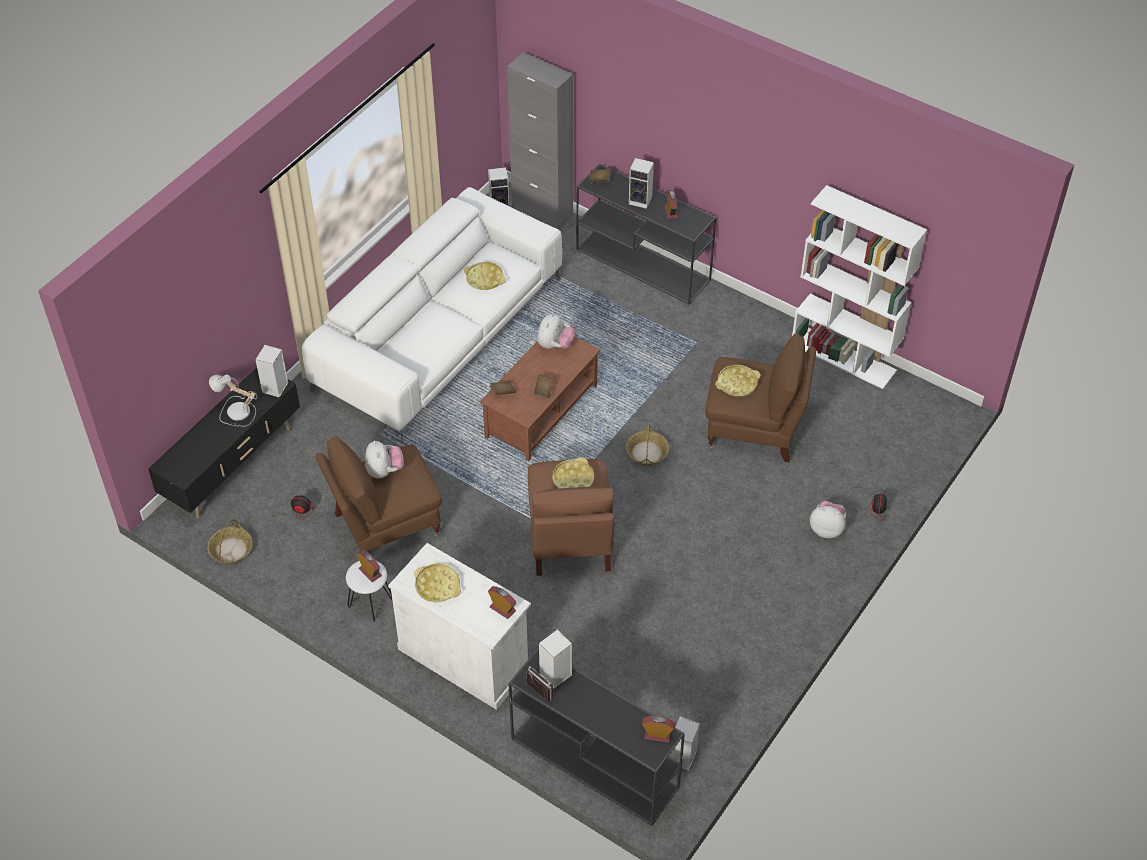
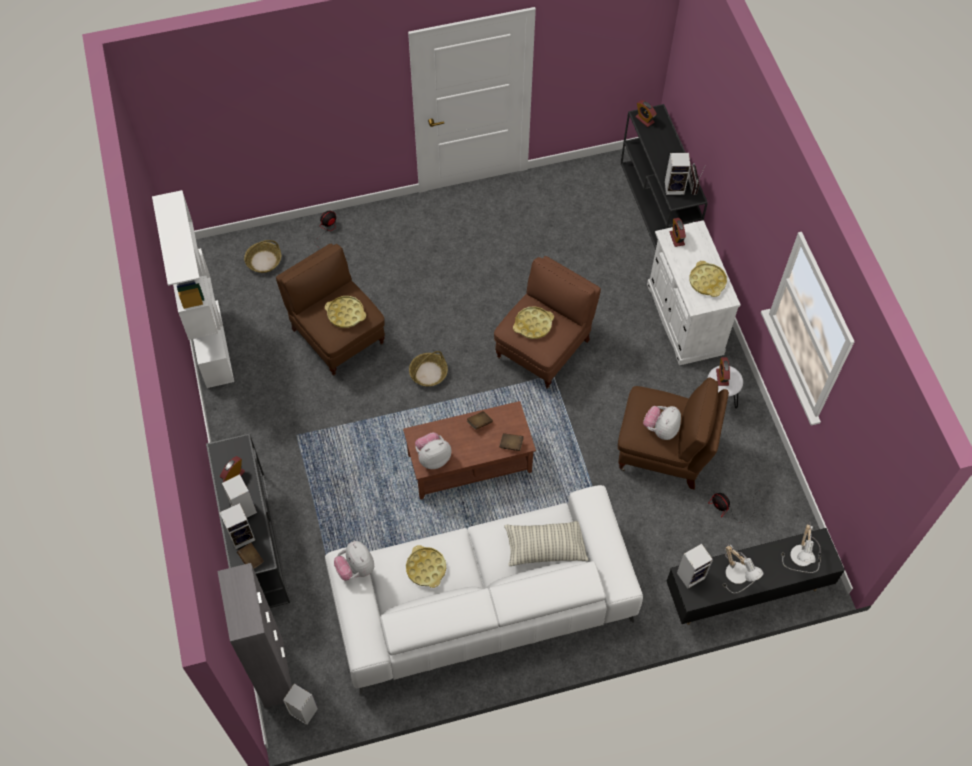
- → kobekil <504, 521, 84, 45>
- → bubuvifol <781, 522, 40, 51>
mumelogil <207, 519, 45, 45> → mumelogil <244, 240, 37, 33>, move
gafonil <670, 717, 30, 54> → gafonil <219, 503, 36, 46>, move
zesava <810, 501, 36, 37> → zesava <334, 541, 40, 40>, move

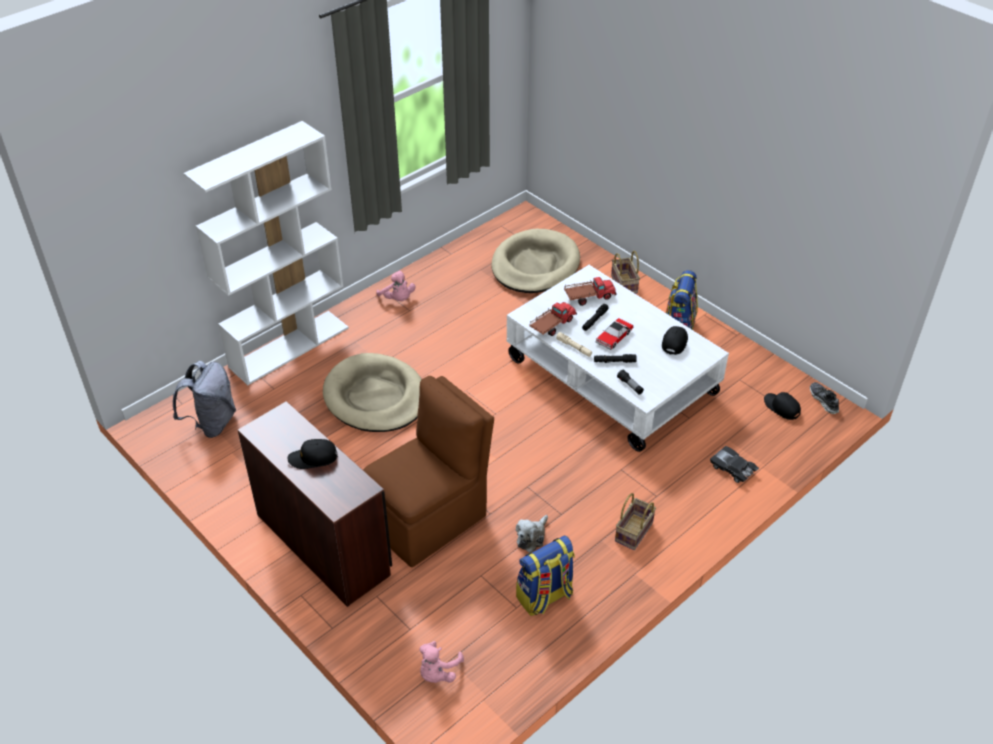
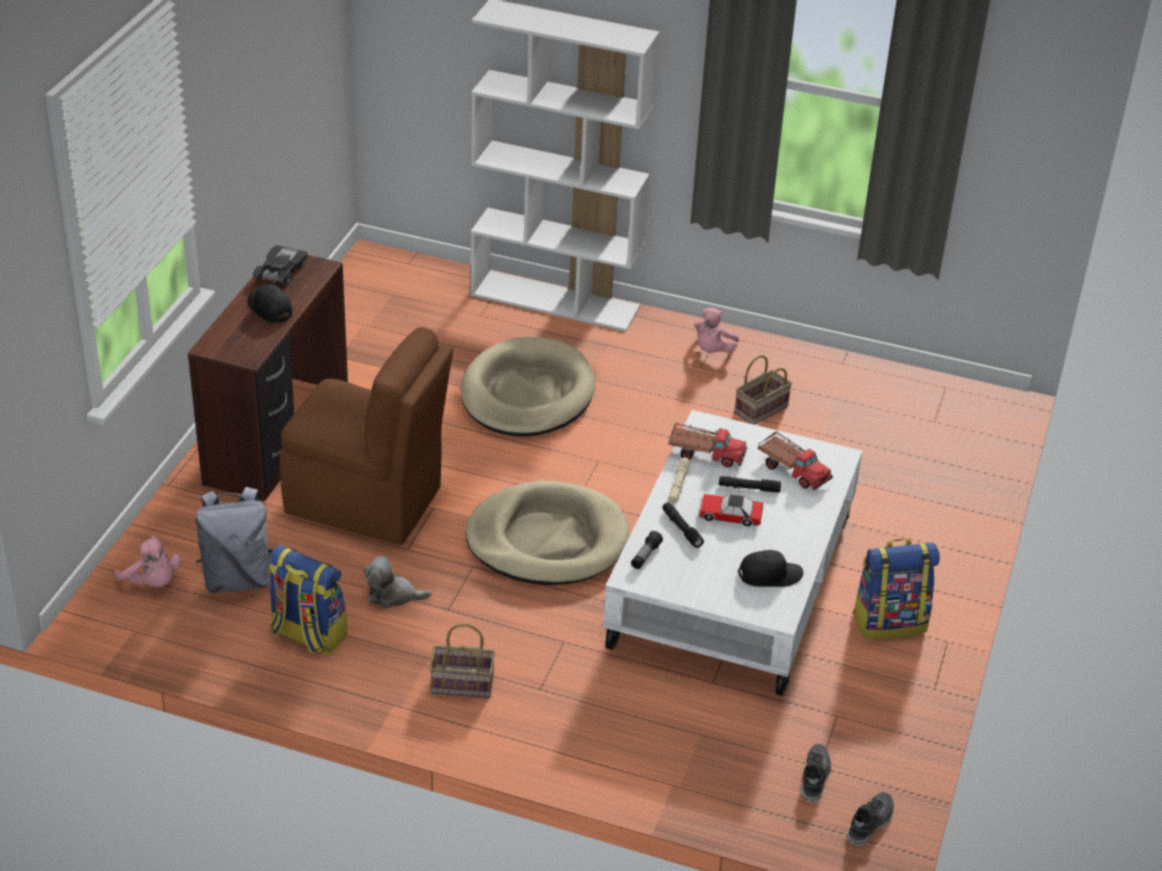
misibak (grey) <173, 361, 63, 77> → misibak (grey) <196, 487, 77, 106>, move
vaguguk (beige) <492, 229, 88, 64> → vaguguk (beige) <466, 481, 163, 104>, move
mumelogil <611, 251, 29, 43> → mumelogil <734, 355, 58, 70>, move
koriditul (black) <710, 446, 49, 37> → koriditul (black) <252, 245, 56, 41>, move
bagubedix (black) <764, 392, 37, 28> → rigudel <801, 744, 30, 59>
zesava (pink) <419, 641, 45, 42> → zesava (pink) <115, 536, 67, 51>, 135 degrees counterclockwise

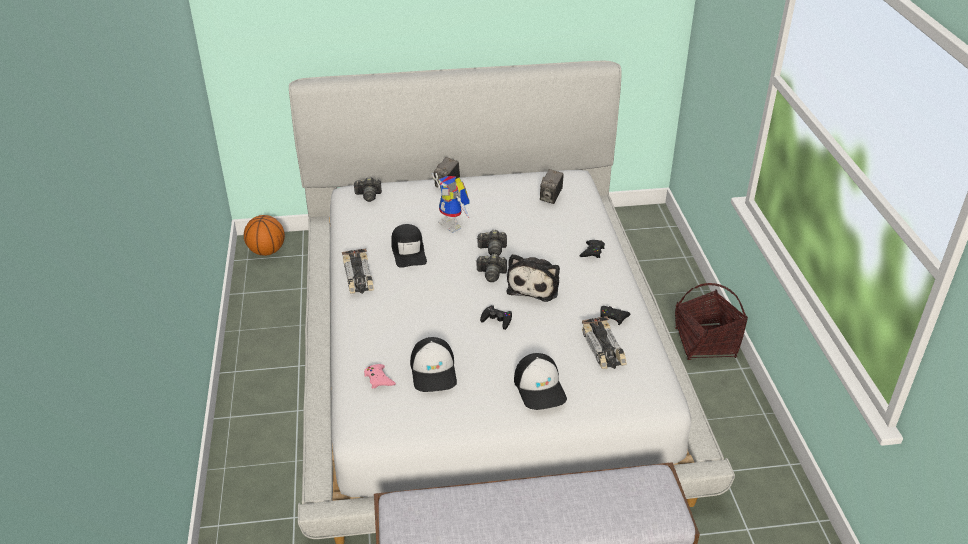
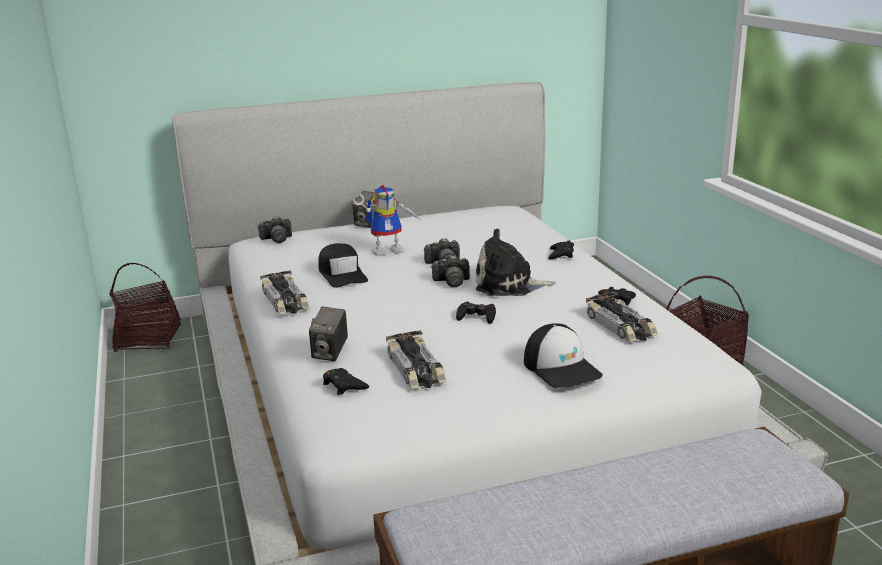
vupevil <540, 169, 24, 35> → vupevil <309, 306, 39, 55>, move
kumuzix <244, 215, 41, 41> → mumelogil <109, 263, 72, 89>
bagubedix <410, 337, 47, 55> → koriditul <386, 330, 61, 58>
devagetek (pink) <364, 364, 32, 25> → devagetek (black) <323, 368, 46, 27>
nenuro <432, 173, 38, 60> → nenuro <353, 185, 69, 71>, 60 degrees counterclockwise
zesava <507, 254, 53, 48> → zesava <476, 228, 80, 68>, 90 degrees clockwise

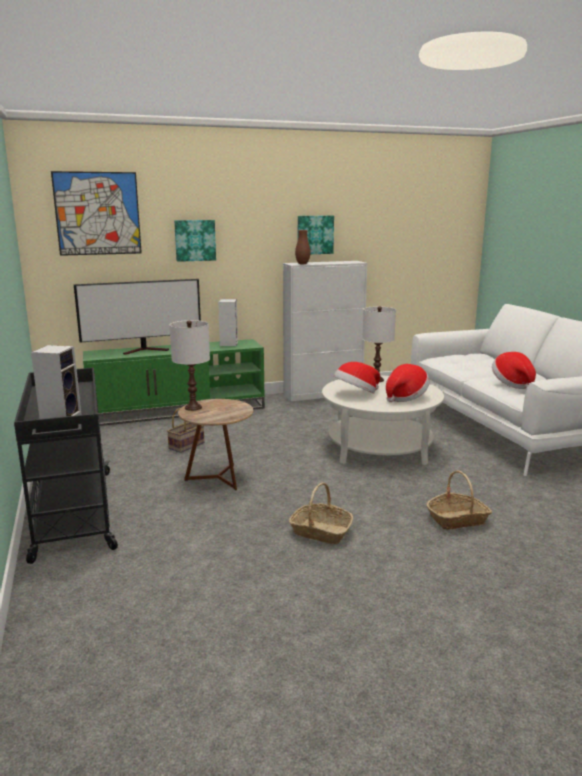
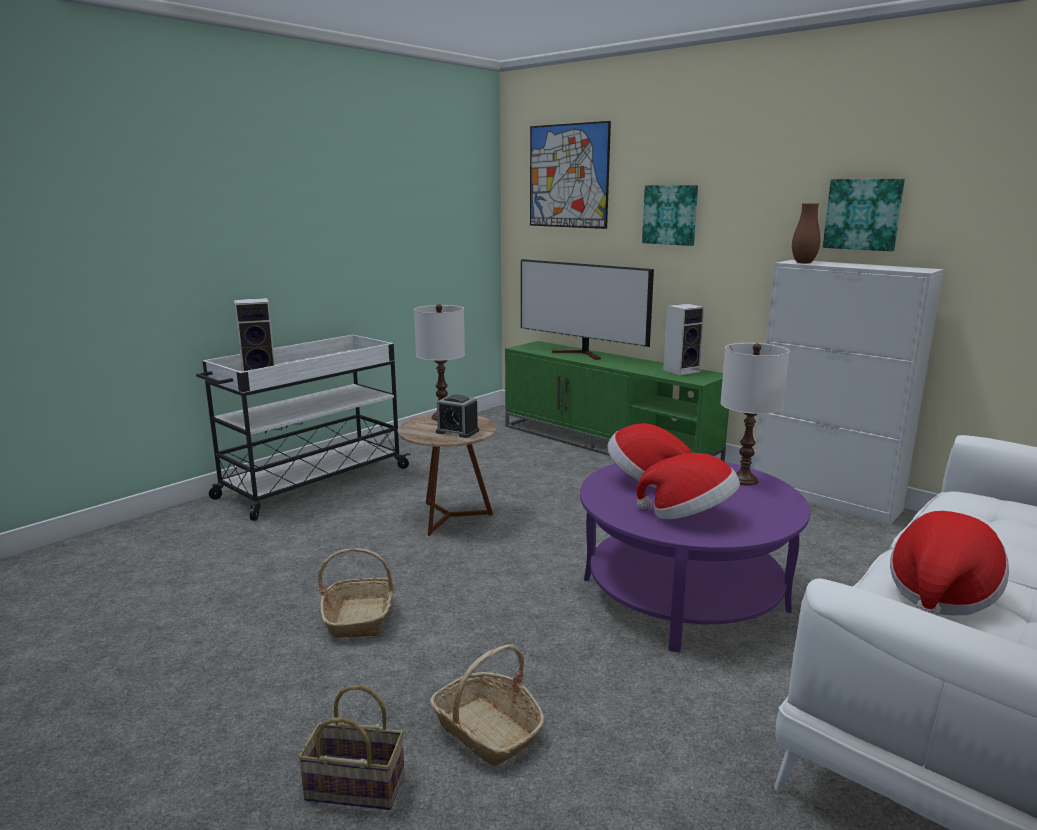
- → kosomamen <436, 394, 43, 44>
mumelogil <167, 408, 37, 45> → mumelogil <298, 685, 107, 125>, move
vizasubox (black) <14, 368, 104, 196> → vizasubox (white) <196, 335, 215, 186>
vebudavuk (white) <322, 375, 122, 90> → vebudavuk (purple) <580, 462, 230, 191>

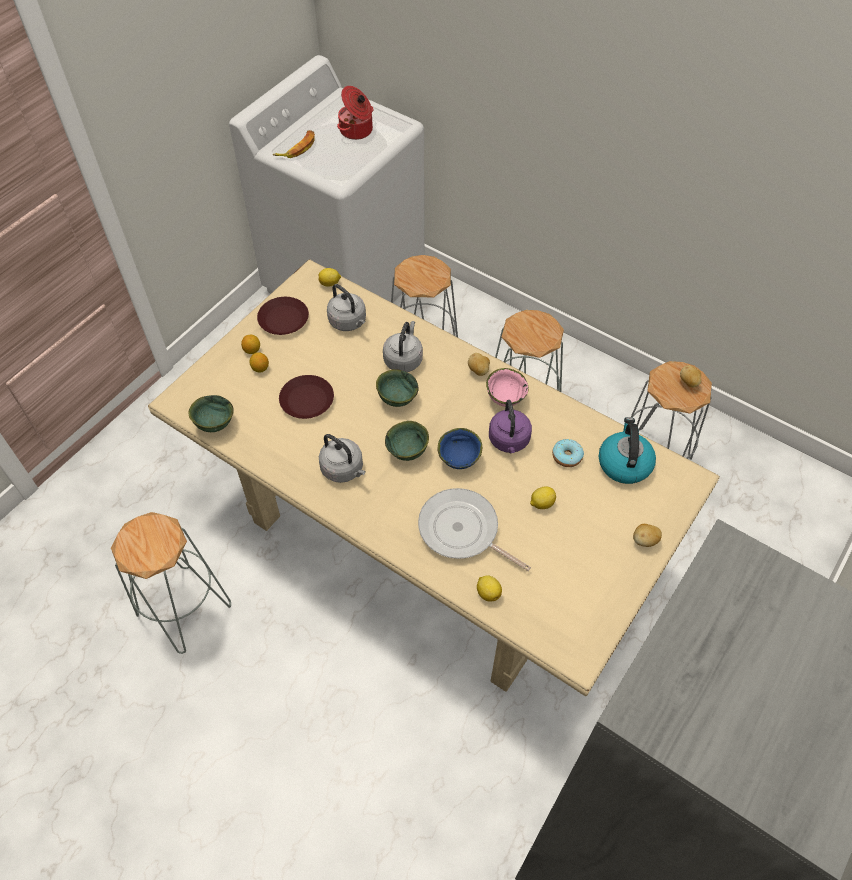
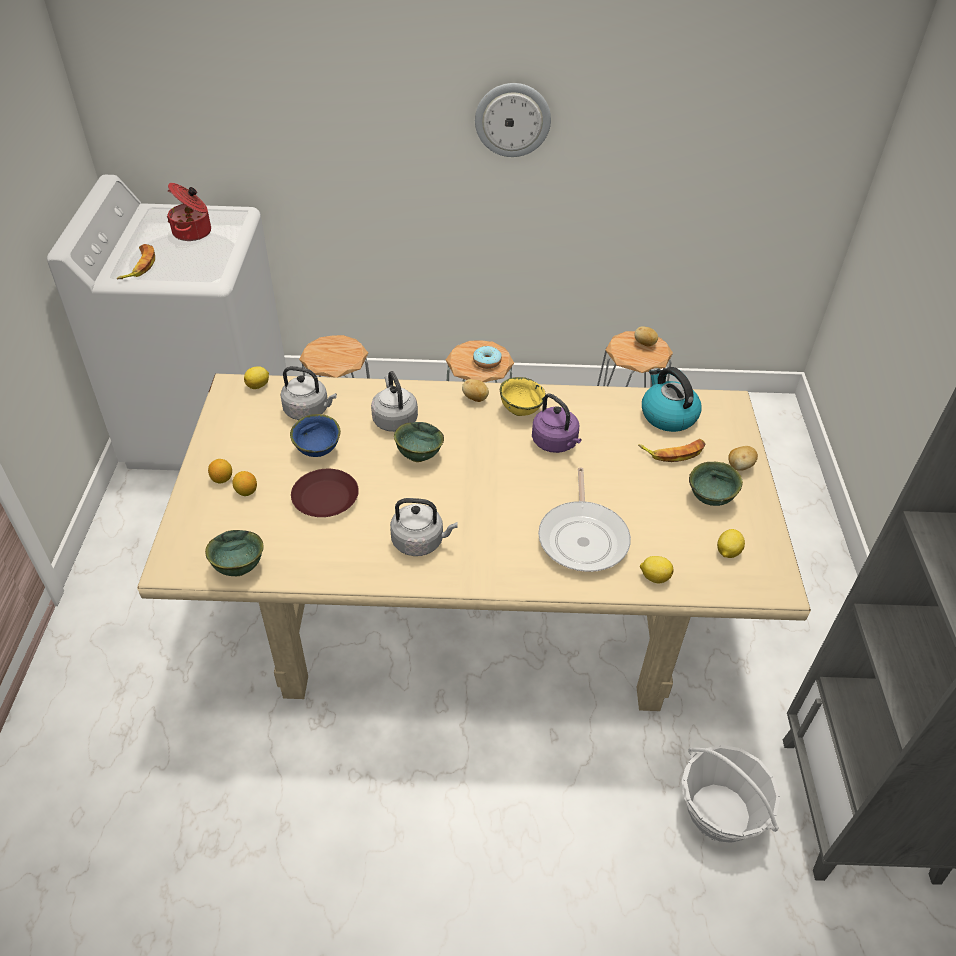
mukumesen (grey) <111, 512, 120, 142> → -
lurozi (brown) <257, 297, 52, 38> → -
- → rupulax <475, 83, 76, 74>
- → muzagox <638, 439, 68, 23>
- → mumelogil <682, 745, 98, 98>
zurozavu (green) <385, 421, 44, 40> → zurozavu (green) <689, 462, 54, 44>, move
zurozavu (blue) <438, 428, 44, 41> → zurozavu (blue) <290, 414, 51, 43>, move
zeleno <530, 487, 26, 22> → zeleno <717, 529, 28, 29>, move
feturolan <552, 439, 32, 28> → feturolan <473, 346, 29, 23>, move
zurozavu (pink) <486, 368, 43, 39> → zurozavu (yellow) <500, 377, 46, 39>
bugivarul <418, 488, 113, 83> → bugivarul <538, 467, 93, 105>, 90 degrees counterclockwise

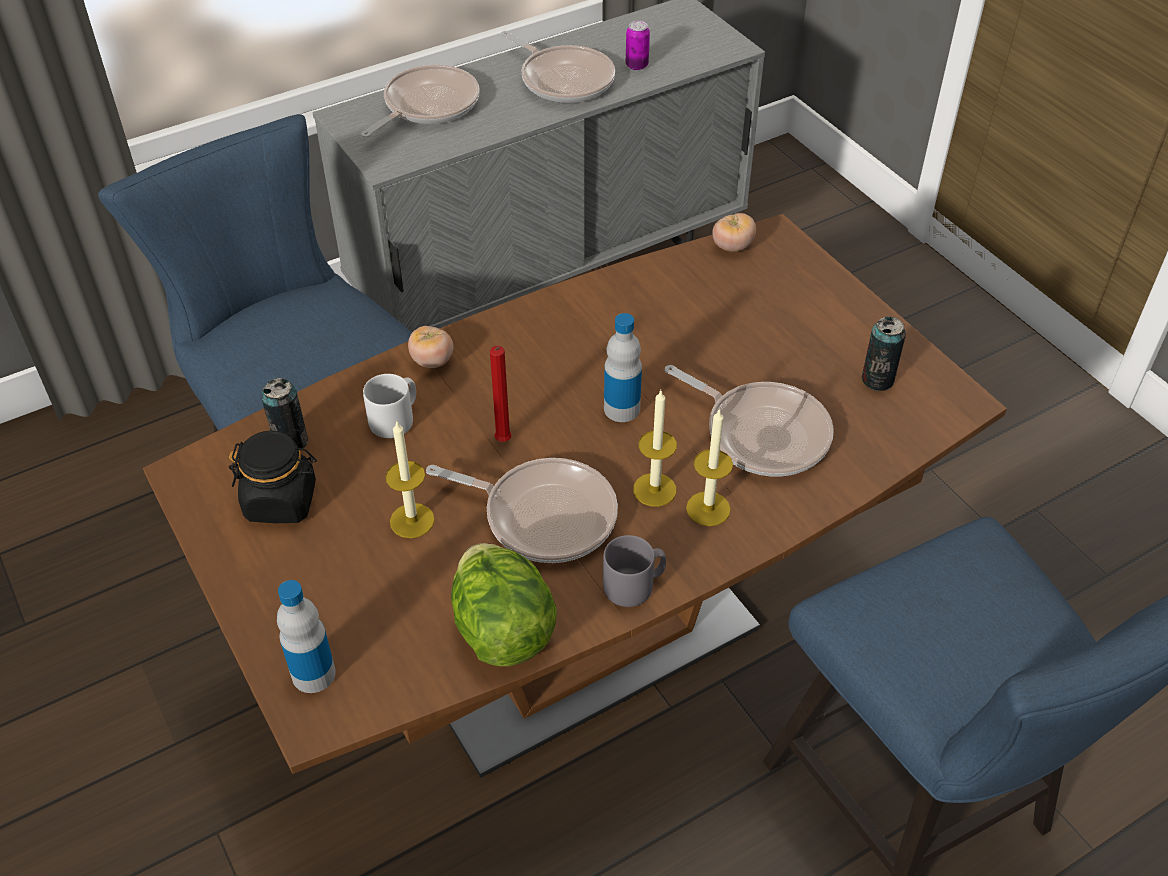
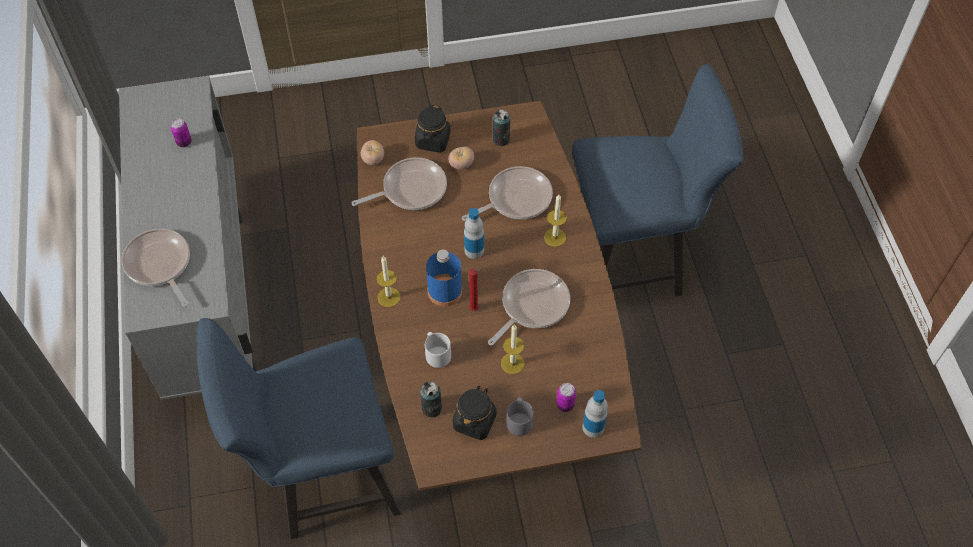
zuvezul <451, 543, 106, 123> → -
- → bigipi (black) <415, 105, 36, 47>
- → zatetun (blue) <426, 249, 37, 58>
- → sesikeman <556, 383, 20, 29>
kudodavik <408, 326, 46, 42> → kudodavik <448, 147, 26, 23>, move
bugivarul <501, 31, 114, 72> → bugivarul <352, 157, 95, 53>, move
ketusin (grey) <603, 535, 63, 72> → ketusin (grey) <506, 397, 28, 39>, move
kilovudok <633, 391, 44, 116> → kilovudok <376, 256, 25, 51>, move

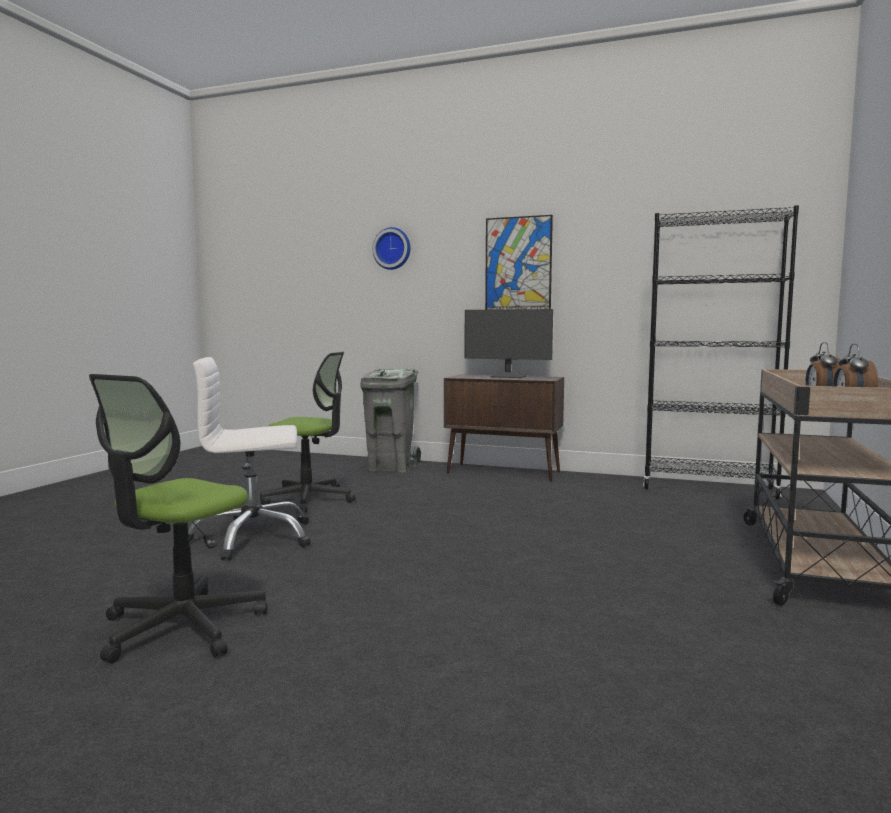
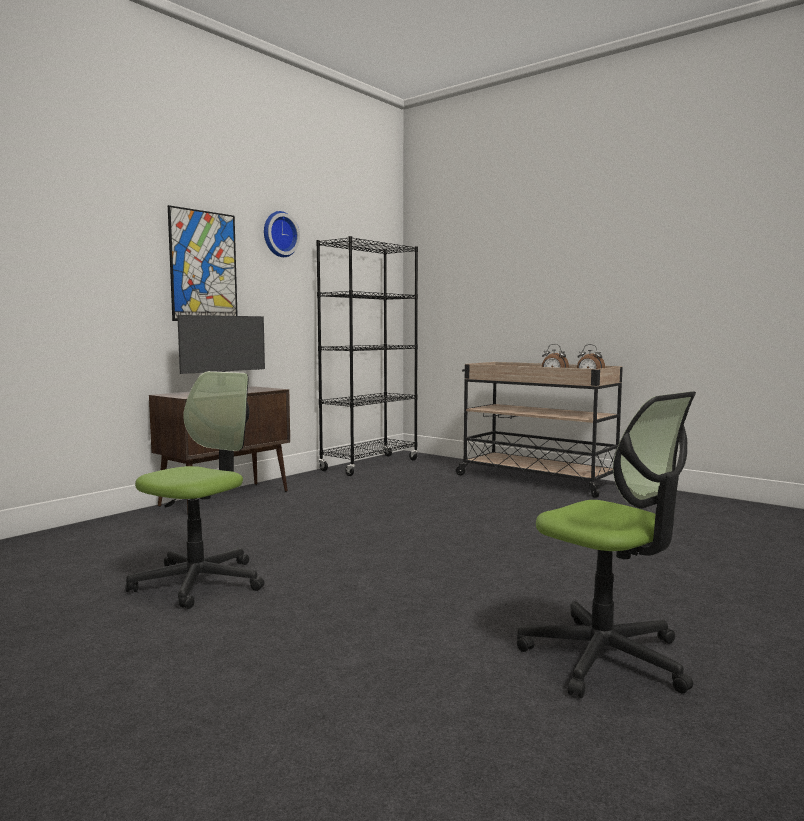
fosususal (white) <188, 357, 123, 204> → -
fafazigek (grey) <360, 369, 61, 103> → -
rupulax <372, 227, 38, 43> → rupulax <264, 211, 36, 46>, move

